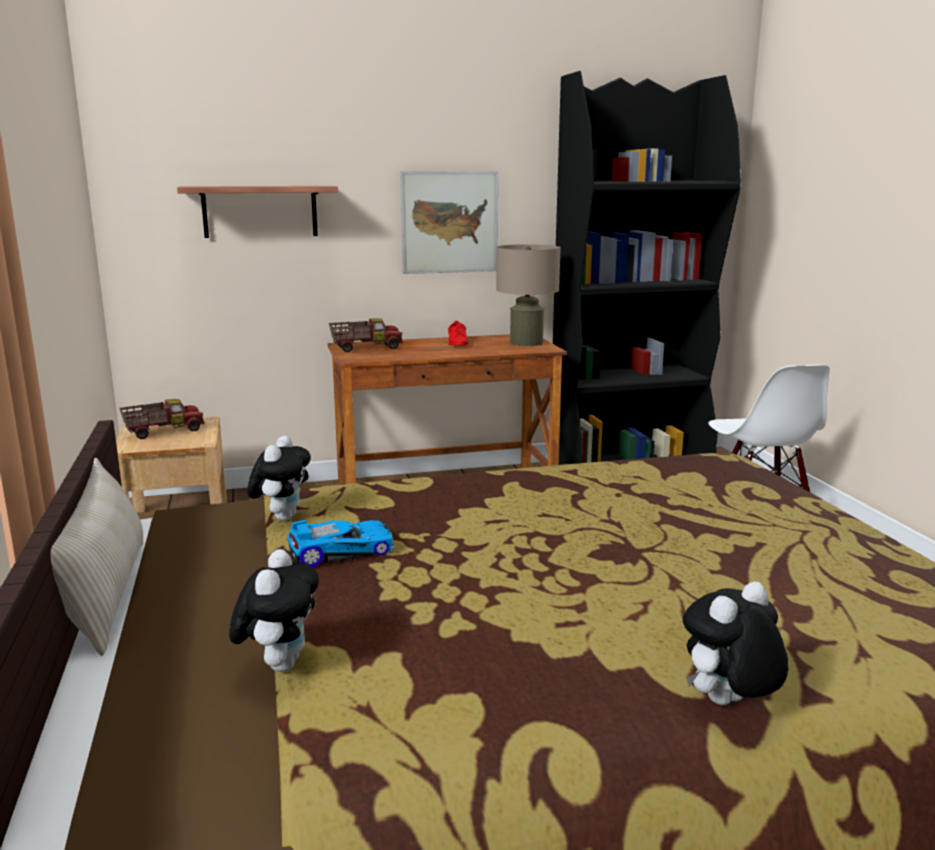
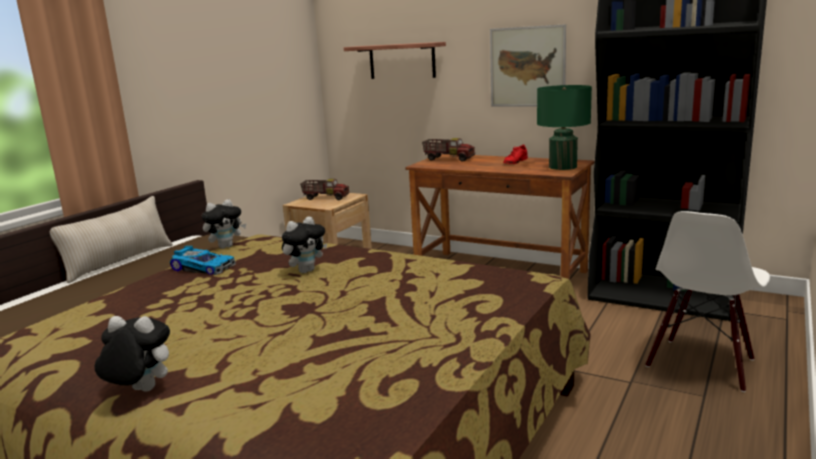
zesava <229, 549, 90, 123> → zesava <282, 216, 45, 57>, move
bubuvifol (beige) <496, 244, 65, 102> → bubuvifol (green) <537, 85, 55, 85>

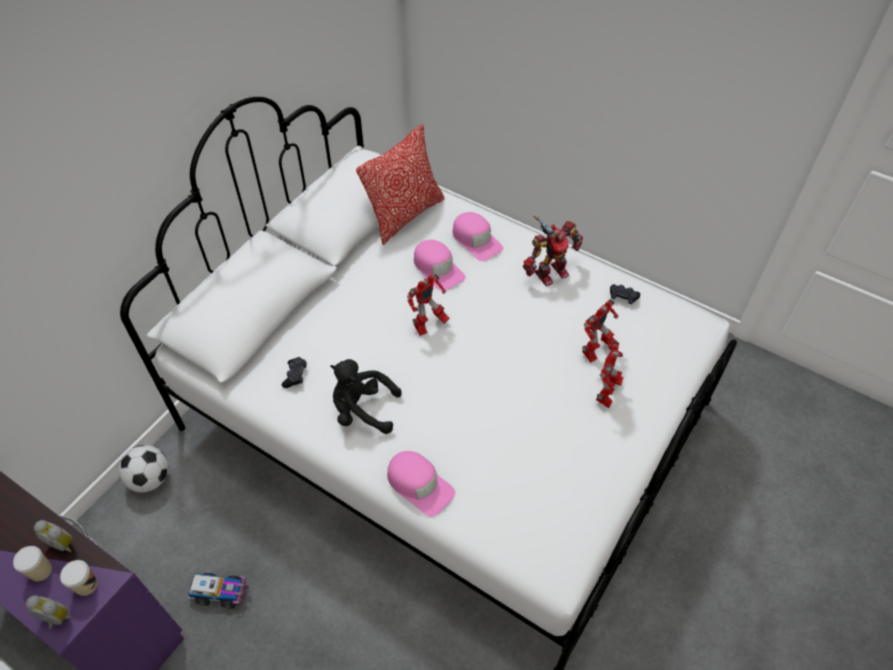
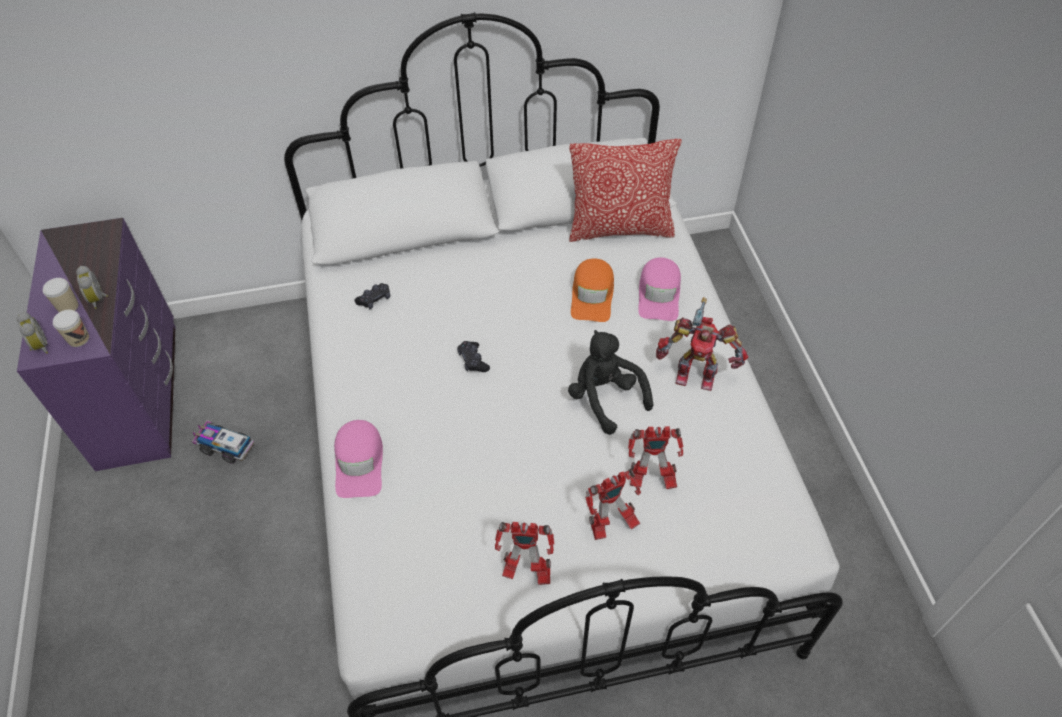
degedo <118, 445, 50, 48> → -
zesava (black) <330, 359, 72, 75> → zesava (black) <568, 330, 85, 105>, move
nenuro <407, 274, 43, 62> → nenuro <495, 522, 59, 63>, move
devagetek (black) <610, 284, 30, 20> → devagetek (black) <457, 341, 33, 31>, move
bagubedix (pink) <414, 240, 52, 51> → bagubedix (orange) <571, 258, 43, 64>
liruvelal <187, 573, 62, 36> → liruvelal <192, 420, 62, 44>, 150 degrees clockwise

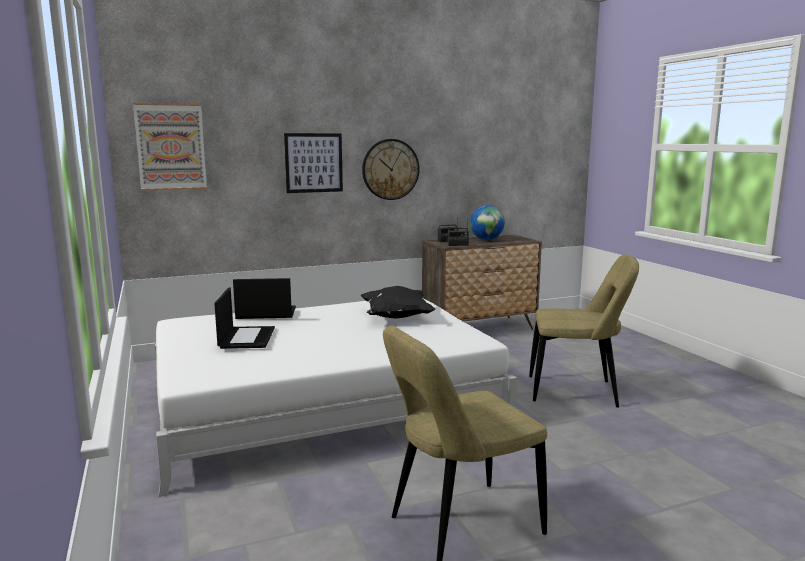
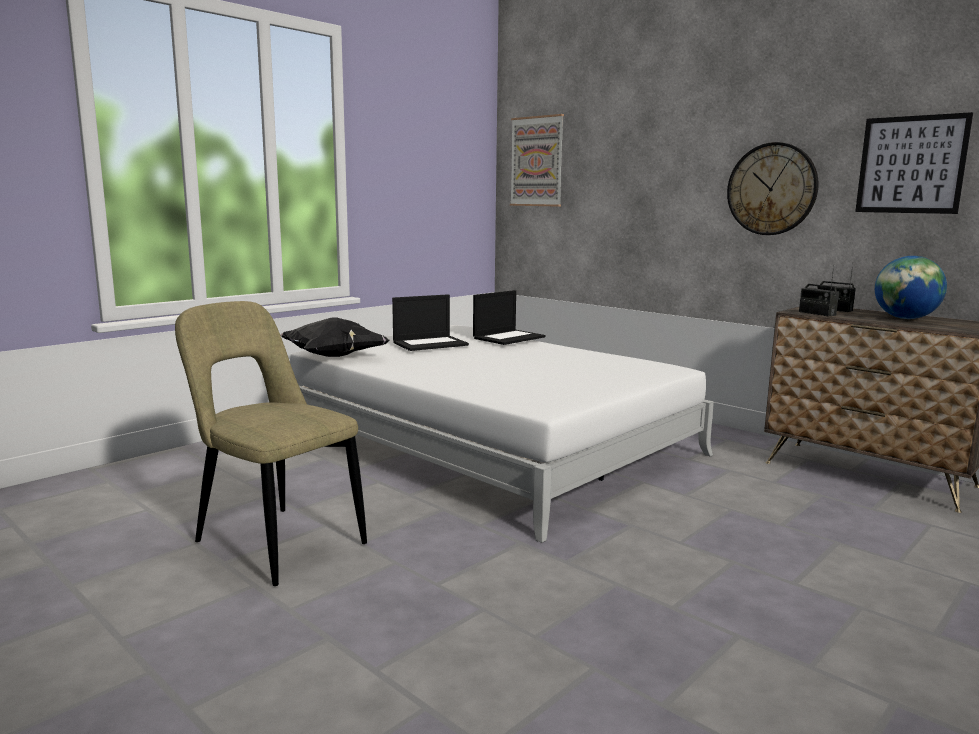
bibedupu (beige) <529, 254, 110, 153> → -
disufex <284, 133, 59, 60> → disufex <855, 112, 118, 102>, move
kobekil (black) <361, 286, 74, 32> → kobekil (black) <280, 318, 109, 39>, move
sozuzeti <233, 278, 63, 41> → sozuzeti <473, 290, 72, 55>, 75 degrees clockwise

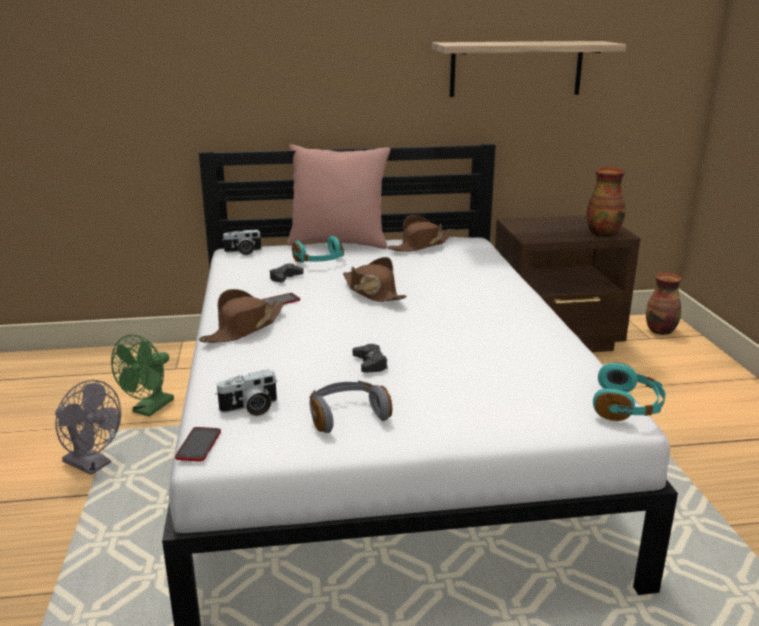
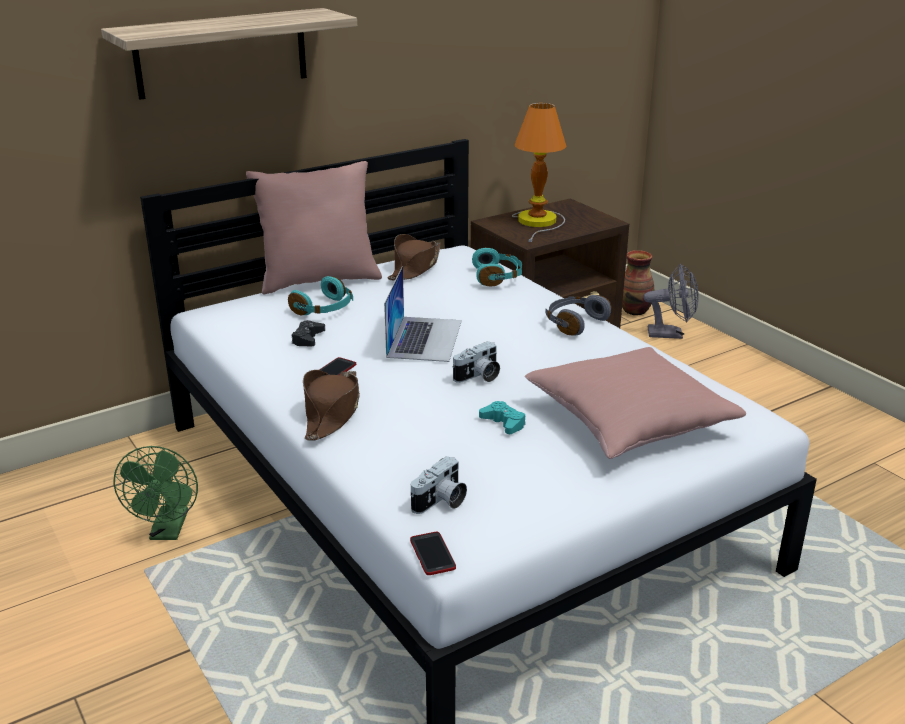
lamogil <587, 168, 39, 69> → -
- → bubuvifol <512, 103, 55, 139>
- → kobekil (pink) <525, 347, 221, 112>
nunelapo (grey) <55, 380, 66, 95> → nunelapo (grey) <643, 264, 56, 75>, move
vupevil <222, 229, 39, 26> → vupevil <453, 341, 47, 42>, move
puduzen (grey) <310, 381, 82, 52> → puduzen (grey) <546, 295, 66, 41>, move
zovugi <432, 41, 194, 56> → zovugi <101, 8, 256, 92>, move
puduzen (turquoise) <593, 362, 73, 59> → puduzen (turquoise) <472, 248, 50, 38>, move
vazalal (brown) <343, 257, 64, 45> → sozuzeti <384, 266, 78, 96>
devagetek (black) <353, 344, 35, 29> → devagetek (turquoise) <479, 401, 47, 33>

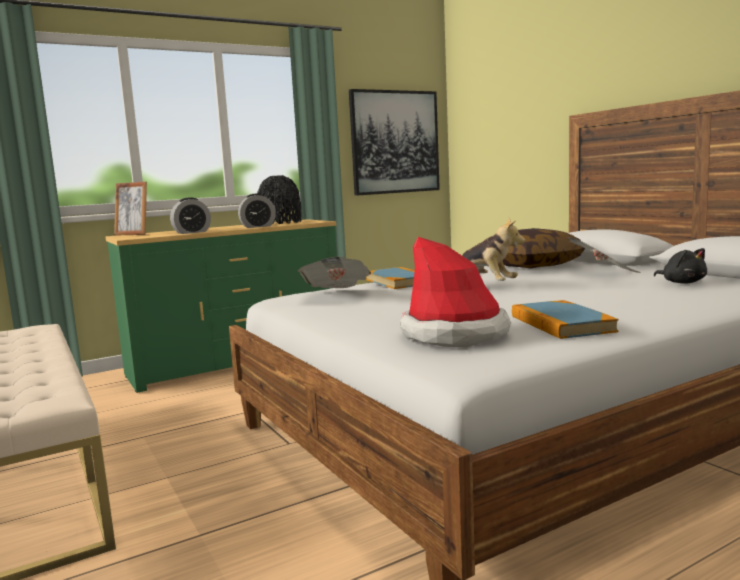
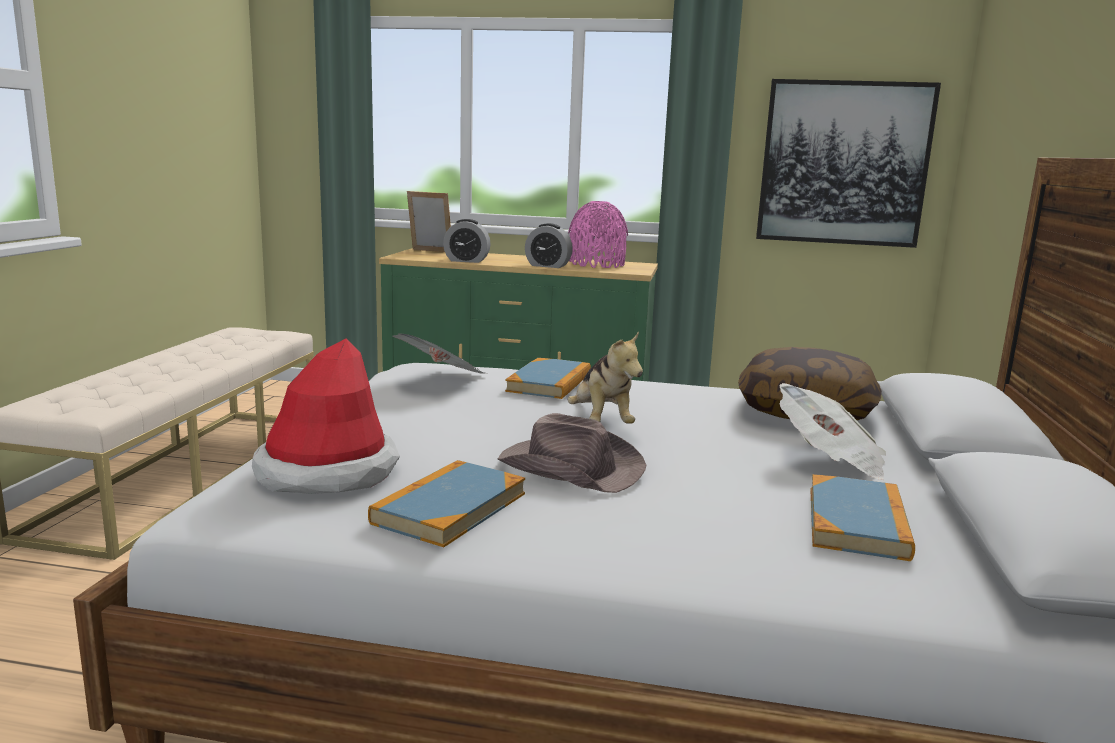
- → vazalal (brown) <498, 413, 148, 80>
zesava (black) <654, 248, 53, 36> → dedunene <810, 474, 105, 87>
lamogil (black) <257, 175, 44, 49> → lamogil (pink) <568, 201, 60, 67>
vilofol <114, 182, 33, 53> → vilofol <407, 191, 44, 61>, 135 degrees clockwise

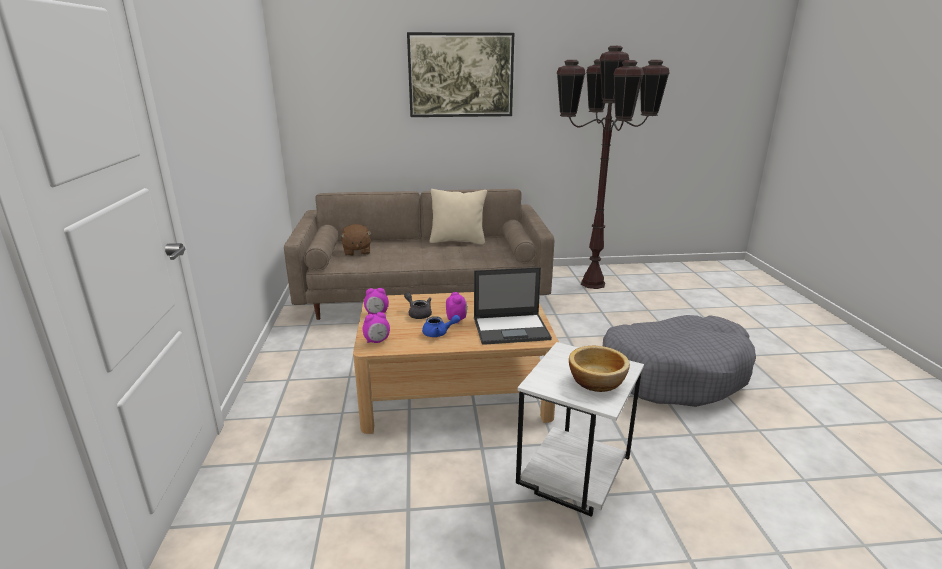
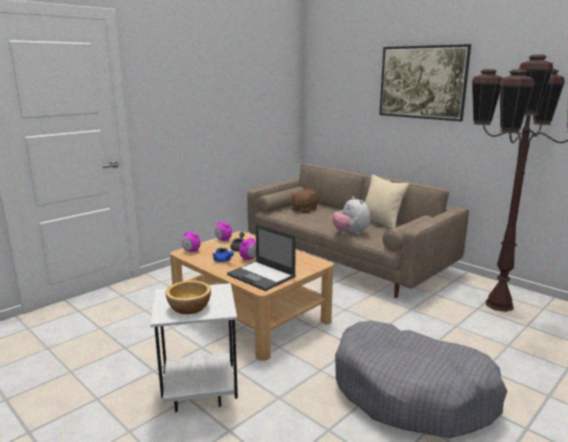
- → zesava <332, 197, 38, 38>

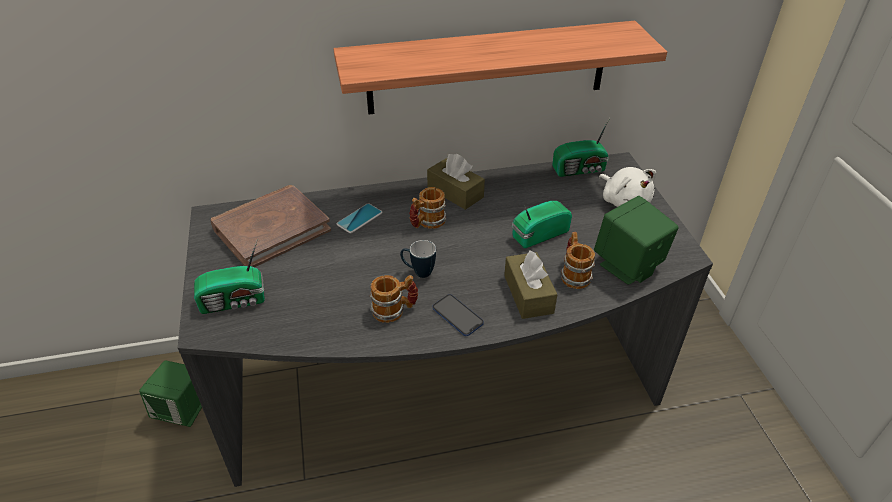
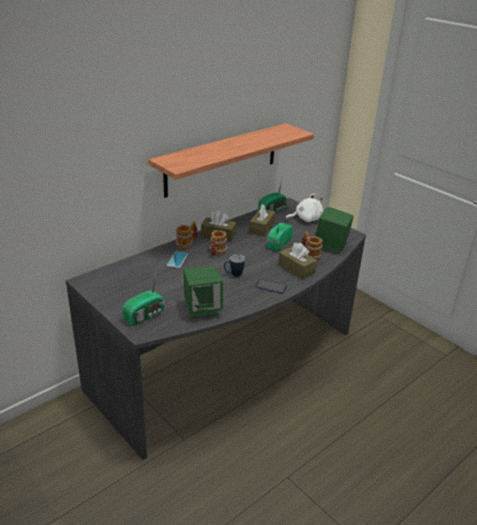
dedunene (brown) <211, 185, 120, 82> → -
- → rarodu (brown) <249, 204, 26, 33>
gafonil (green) <139, 361, 63, 66> → gafonil (green) <183, 266, 40, 52>, move
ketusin <370, 275, 48, 48> → ketusin <176, 221, 21, 28>, move
zesava (white) <599, 167, 57, 40> → zesava (white) <285, 194, 38, 28>, 45 degrees counterclockwise

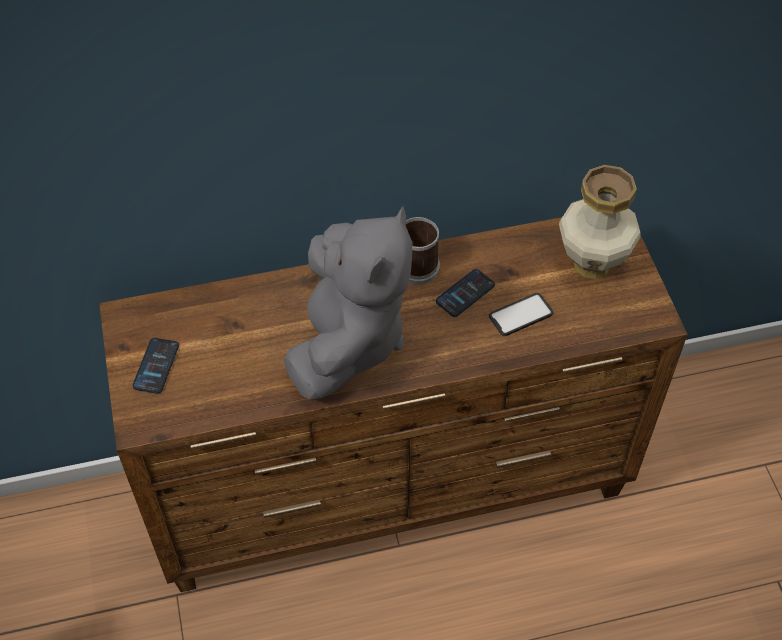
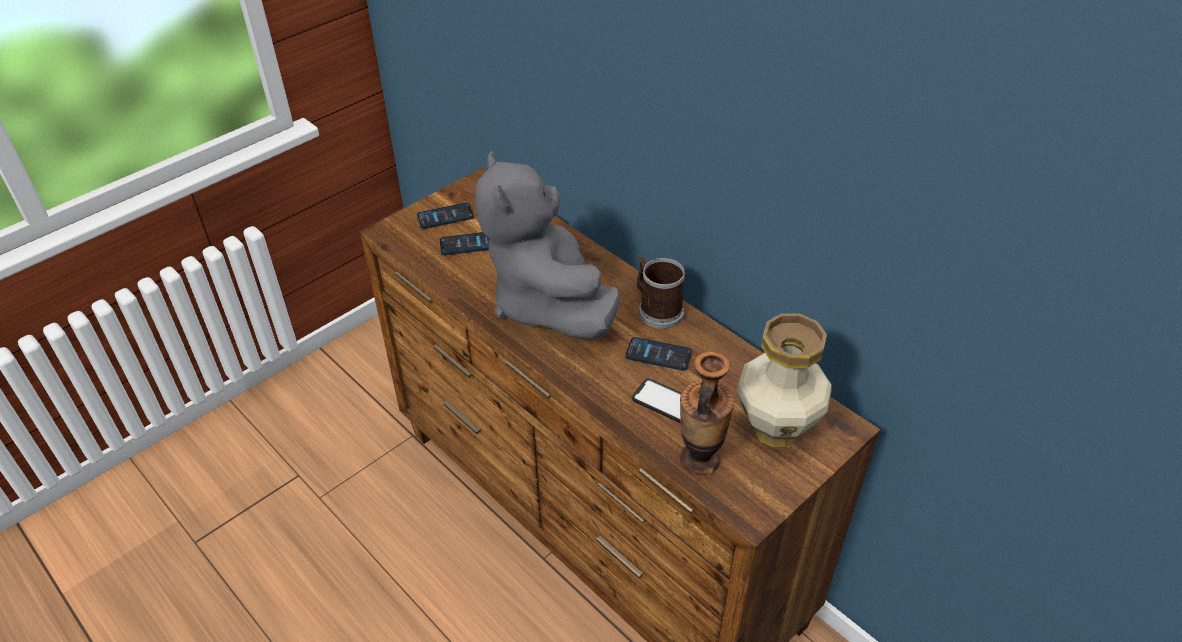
- → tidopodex <440, 232, 50, 23>
- → lamogil <680, 351, 54, 125>
zesava (grey) <284, 206, 128, 193> → zesava (grey) <475, 151, 145, 189>, 90 degrees clockwise

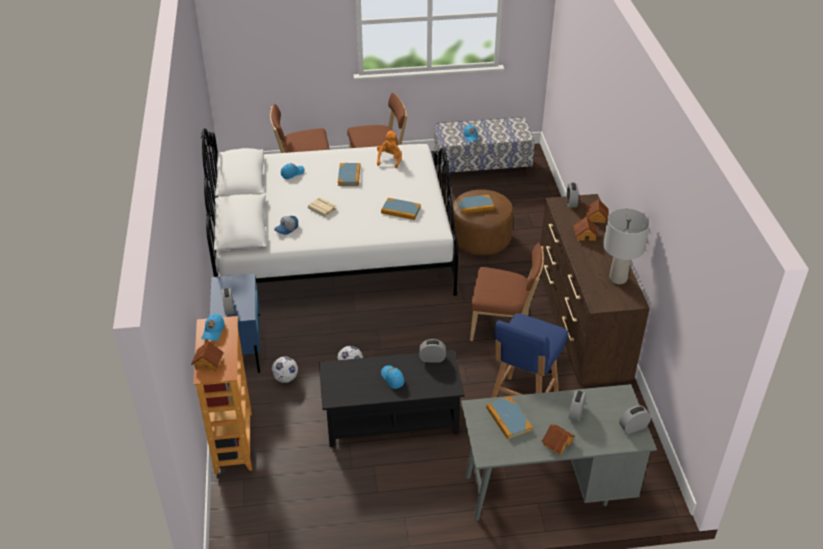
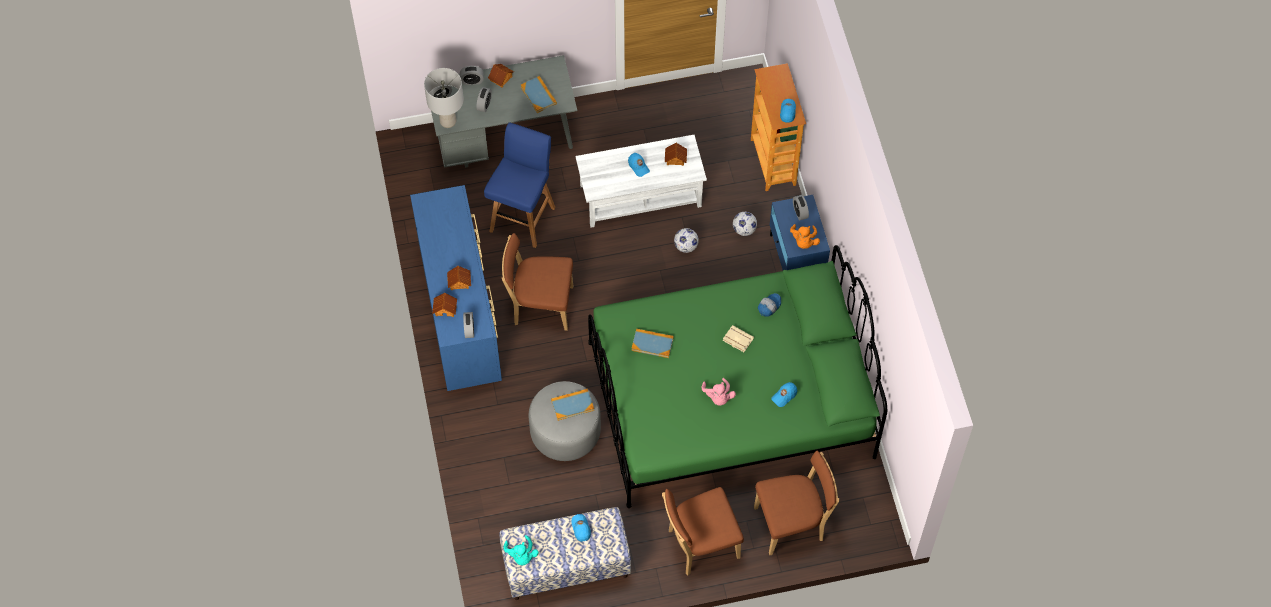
- → zesava (turquoise) <503, 535, 36, 30>
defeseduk <191, 341, 33, 31> → defeseduk <665, 142, 22, 24>, move
zesava (orange) <377, 131, 25, 37> → zesava (orange) <790, 224, 30, 25>, move
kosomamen <419, 339, 27, 23> → kosomamen <460, 66, 24, 19>, move
bubuvifol (grey) <603, 208, 47, 76> → bubuvifol (grey) <424, 68, 40, 60>, move
dedunene <338, 163, 23, 23> → zesava (pink) <702, 378, 34, 28>
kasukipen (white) <201, 128, 257, 168> → kasukipen (green) <588, 245, 299, 263>
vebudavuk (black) <319, 350, 146, 97> → vebudavuk (white) <575, 135, 132, 93>
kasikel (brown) <453, 189, 61, 66> → kasikel (grey) <529, 381, 72, 80>
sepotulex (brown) <541, 194, 109, 192> → sepotulex (blue) <410, 185, 92, 206>

